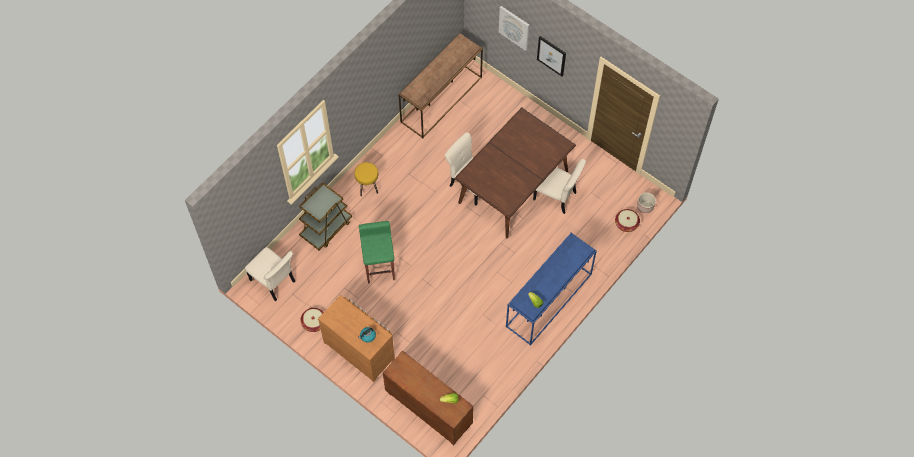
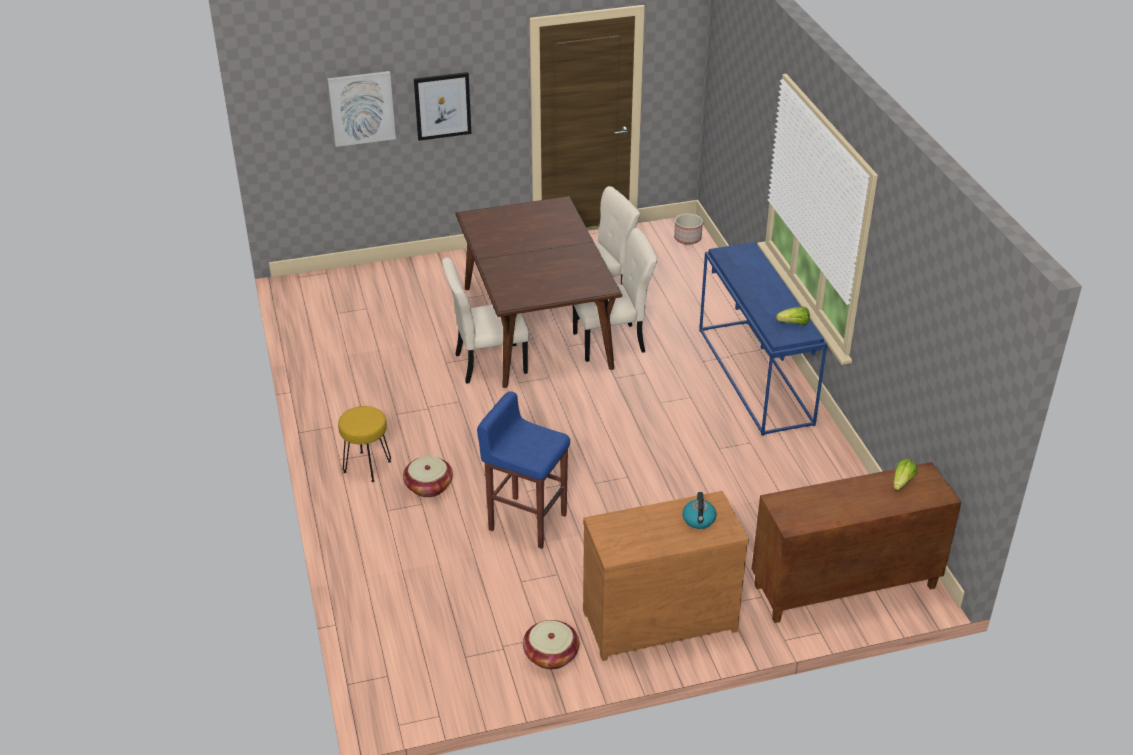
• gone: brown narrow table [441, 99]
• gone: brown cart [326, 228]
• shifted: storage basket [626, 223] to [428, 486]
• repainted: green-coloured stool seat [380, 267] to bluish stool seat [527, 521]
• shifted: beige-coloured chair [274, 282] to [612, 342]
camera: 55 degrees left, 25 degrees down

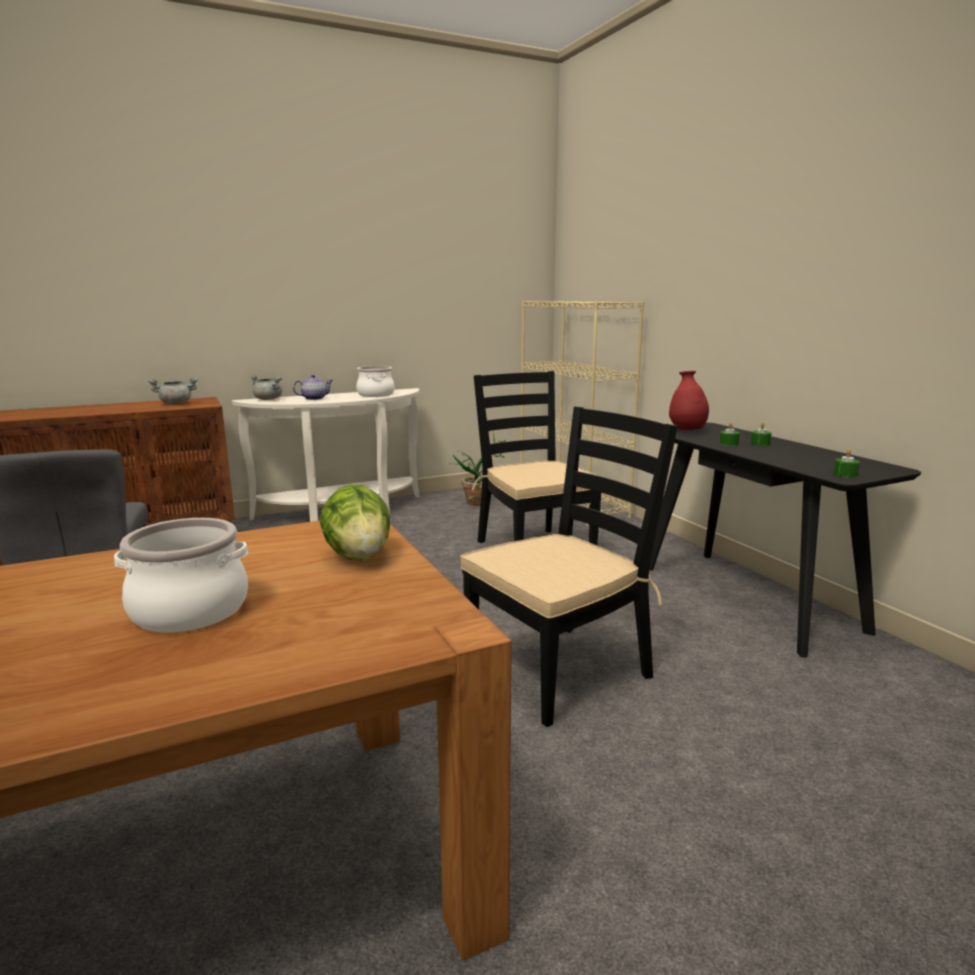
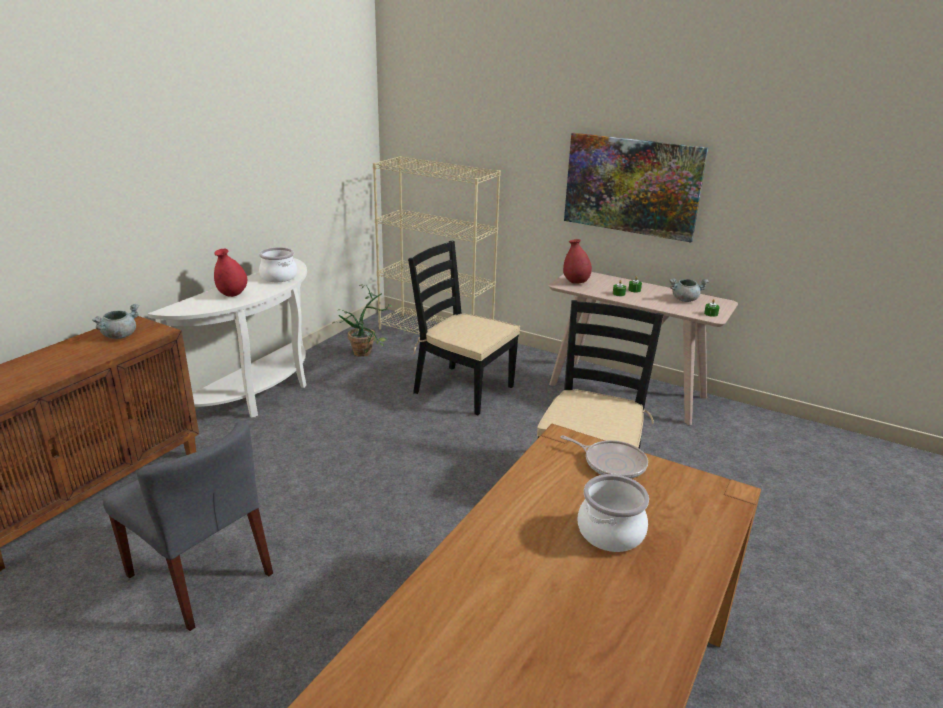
• shifted: gray saucepot [268, 399] to [685, 299]
• swapped: pot for tea [314, 398] to reddish decorative vase [232, 295]
• repainted: black narrow table [748, 597] to beige-coloured narrow table [627, 390]
• swapped: lettuce head [359, 556] to skillet [611, 463]
• new: picture [632, 186]
camera: 35 degrees left, 10 degrees up

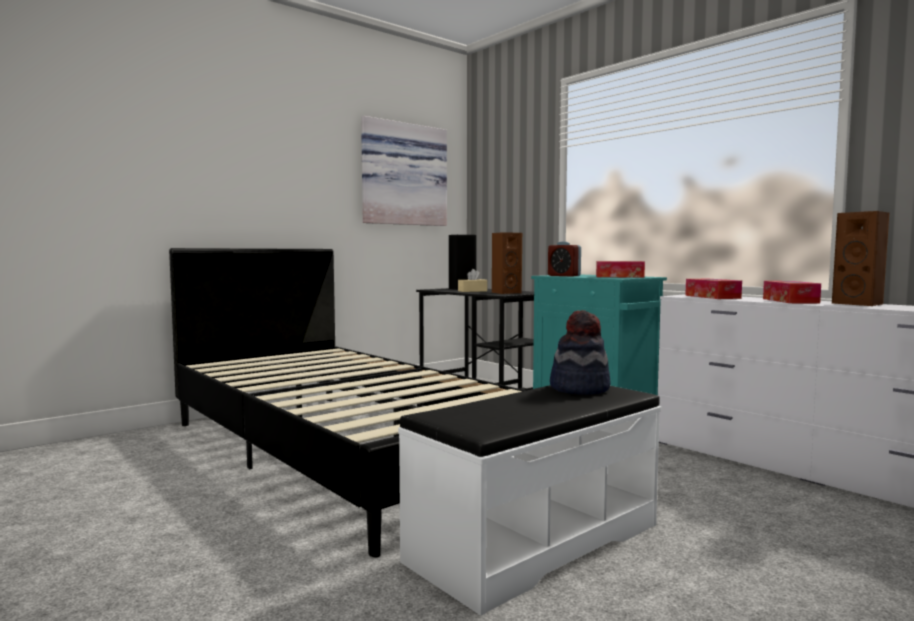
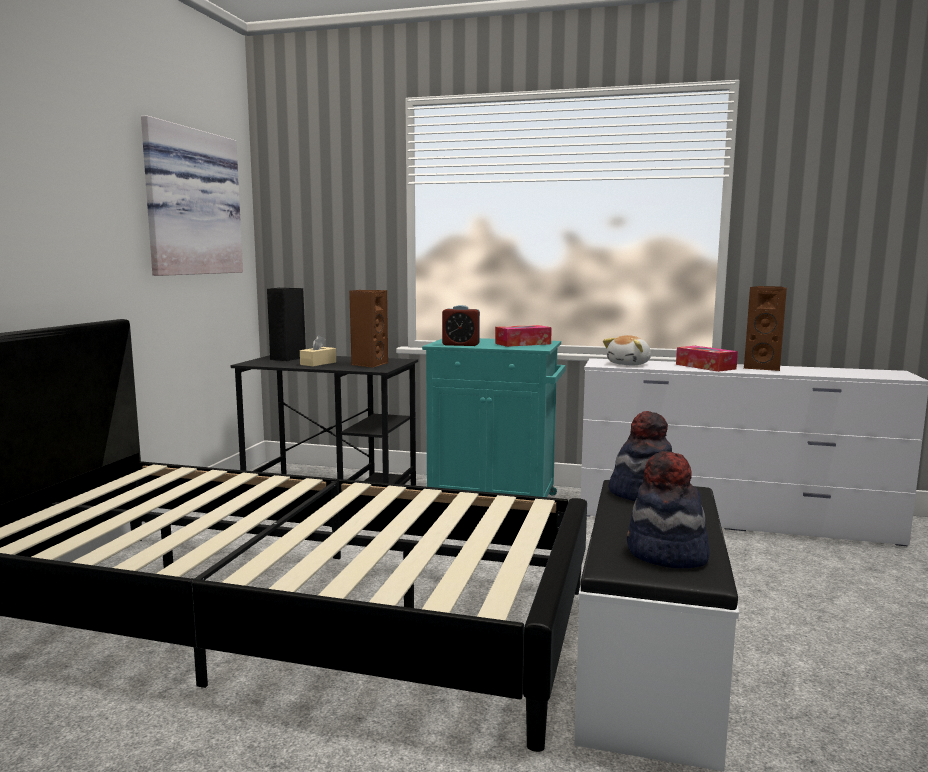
• swapped: tissue holder [712, 297] to soft toy [629, 364]
• new: clothing hat [666, 554]
camera: 35 degrees left, 5 degrees up

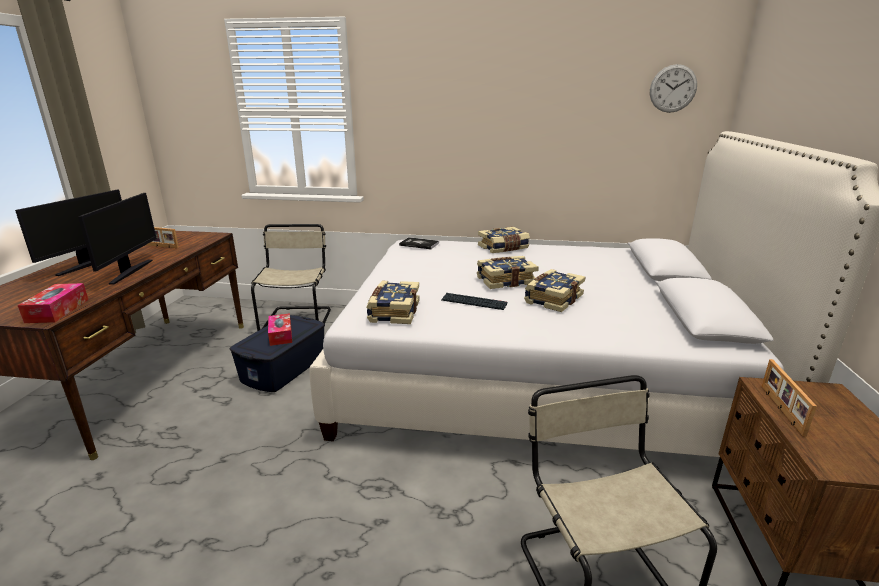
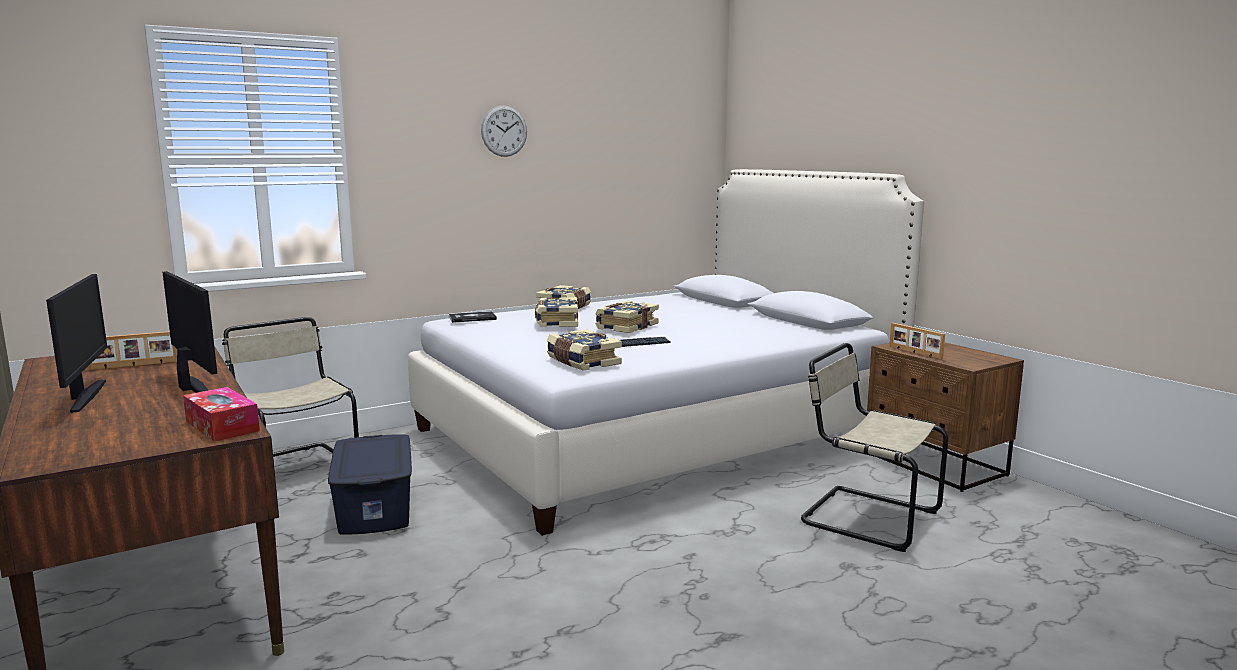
• shifted: hanging clock [673, 88] to [504, 131]
• shifted: book [552, 299] to [556, 322]
• gone: tissue holder [280, 335]
camera: 40 degrees left, 10 degrees down

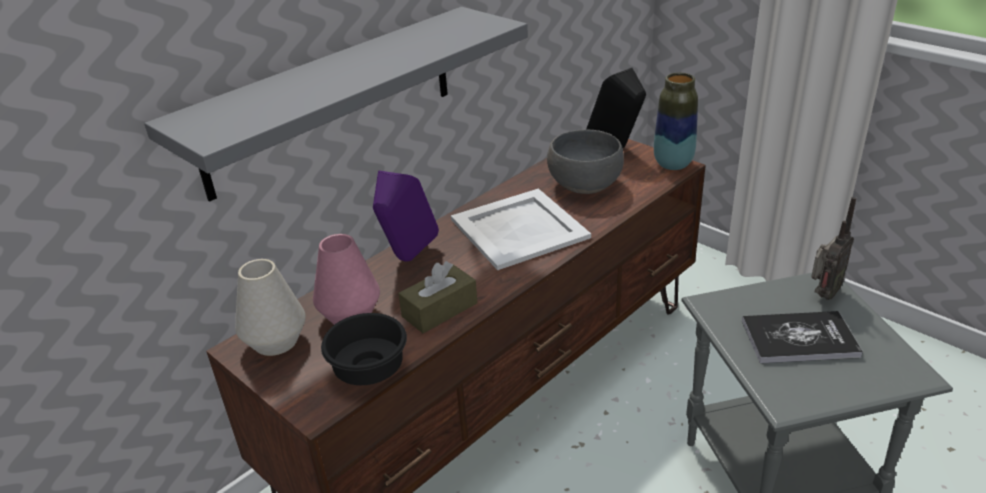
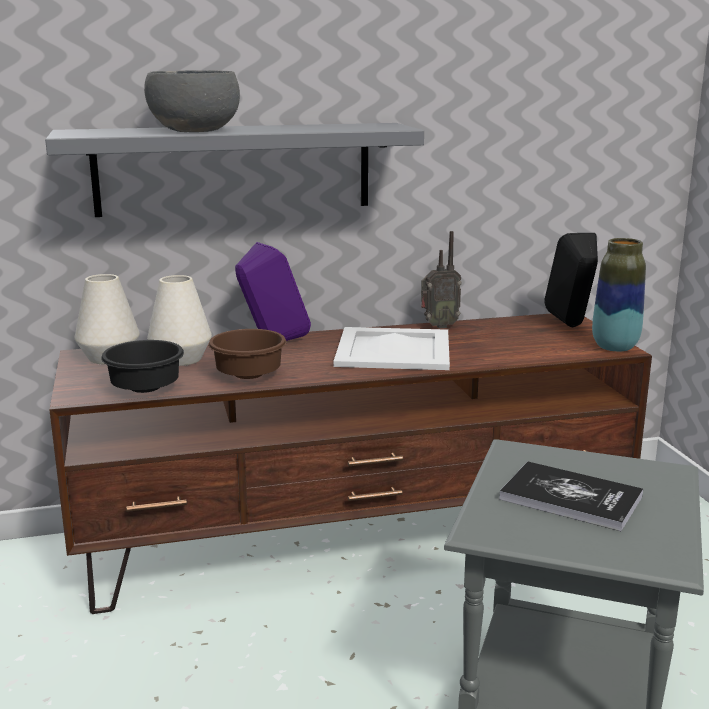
• shifted: gray deep dish [584, 184] to [195, 130]
• shifted: radio [822, 295] to [438, 326]
• repainted: pink-coloured decorative vase [350, 314] to white decorative vase [181, 359]
• swapped: brown tissue holder [439, 310] to brown deep dish [249, 374]
camera: 30 degrees right, 15 degrees down

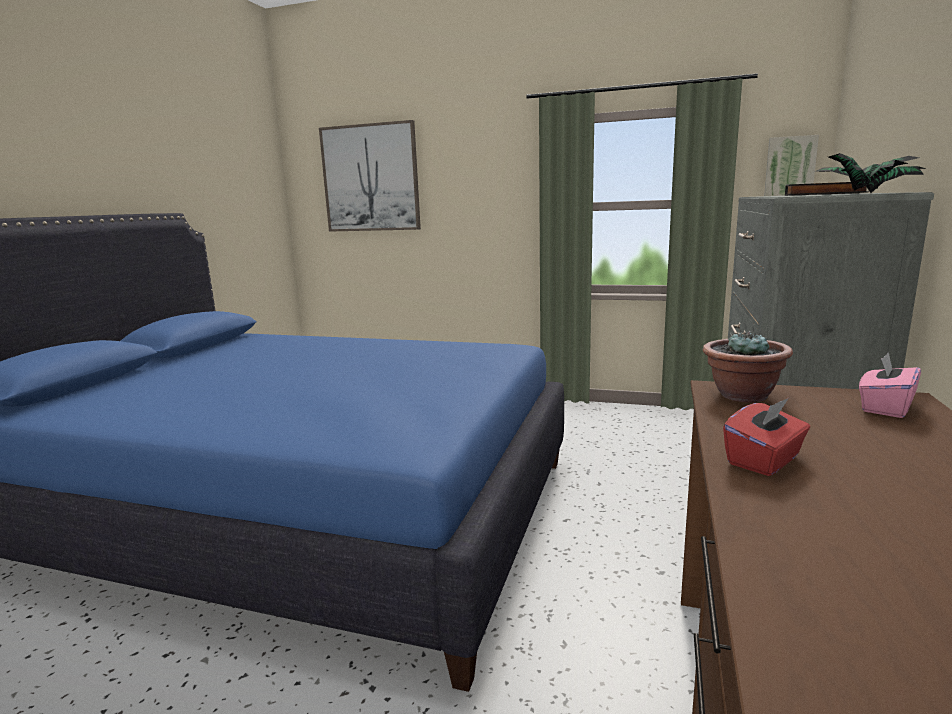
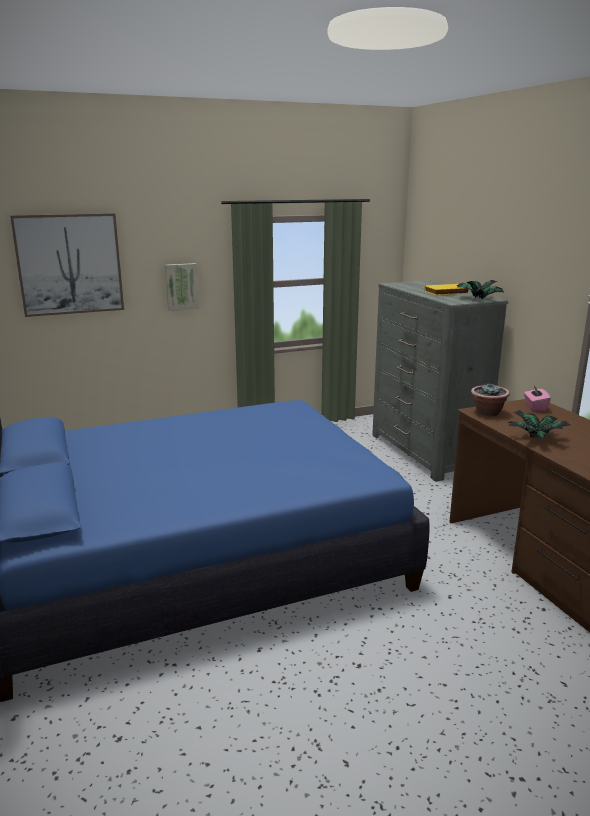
• shifted: picture [789, 170] to [181, 286]
• repainted: black book [823, 194] to yellowish book [446, 292]
• swapped: reddish tissue holder [764, 460] to plant in a pot [537, 439]
camera: 40 degrees left, 5 degrees up

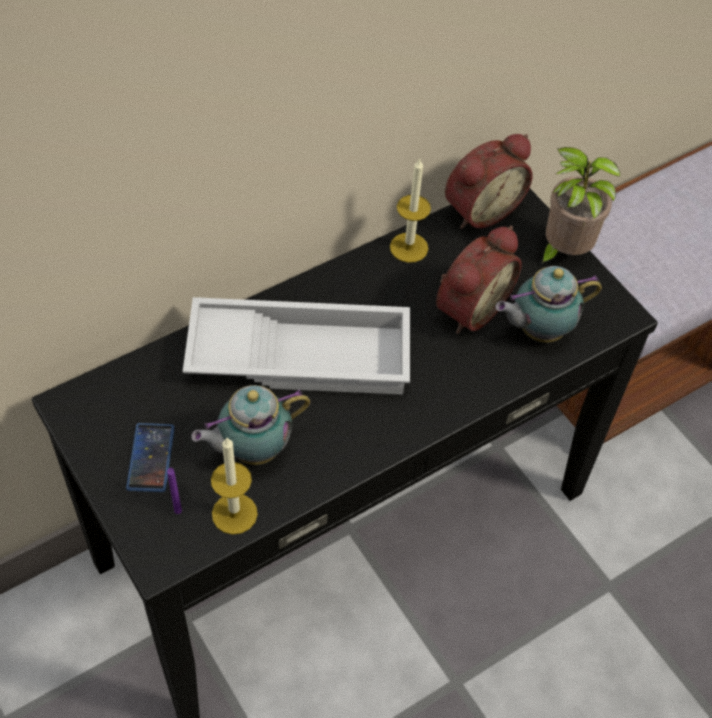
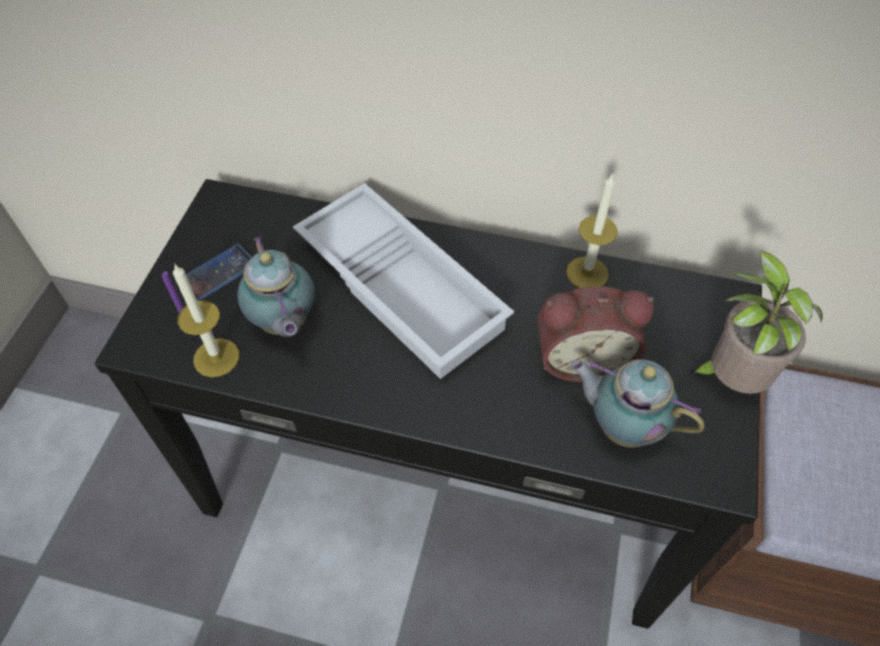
• gone: table clock [480, 209]
• rotated: pot for tea [252, 449] = [284, 324] 135 degrees counterclockwise
camera: 50 degrees right, 0 degrees up

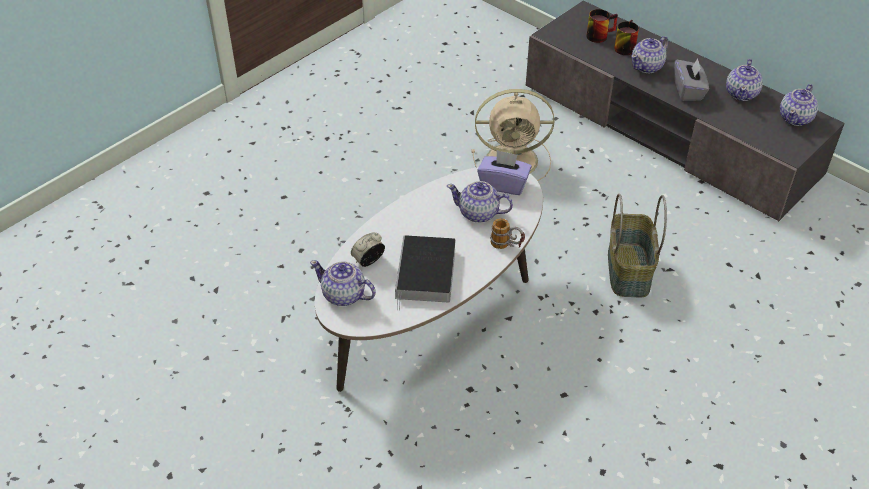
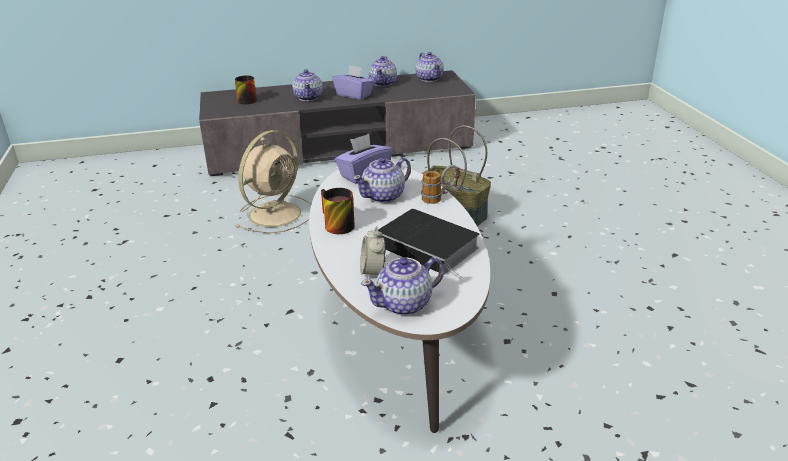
• shifted: mug [623, 46] to [334, 225]
• repainted: gray tissue holder [688, 90] to purple tissue holder [354, 95]
• rotated: pot for tea [742, 93] = [383, 83] 45 degrees clockwise
camera: 55 degrees left, 15 degrees down

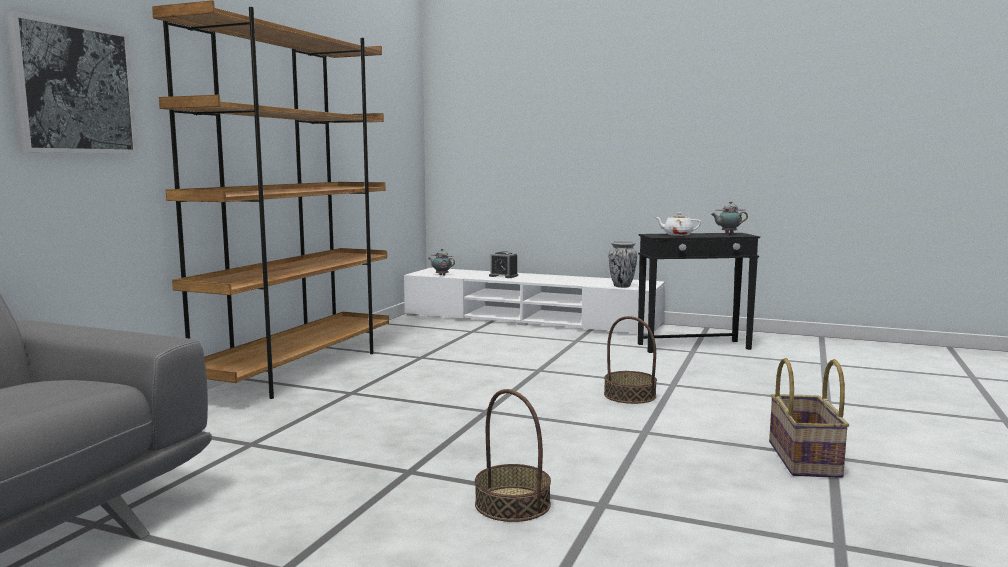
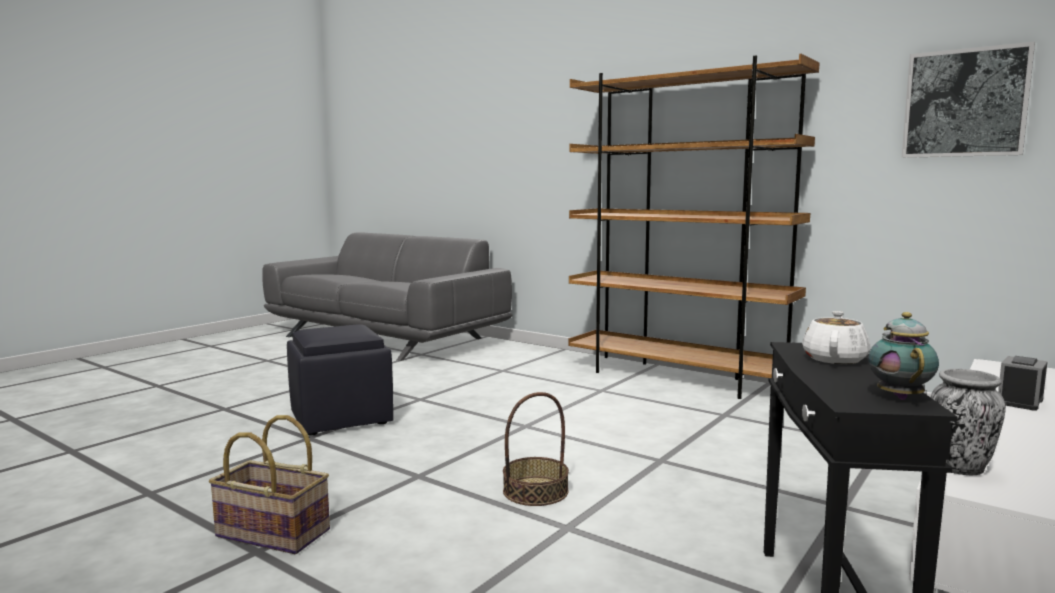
• shifted: picture [74, 89] to [965, 103]
• gone: pot for tea [441, 275]
• swapped: storage basket [512, 504] to black ottoman [341, 417]
camera: 105 degrees right, 0 degrees up

